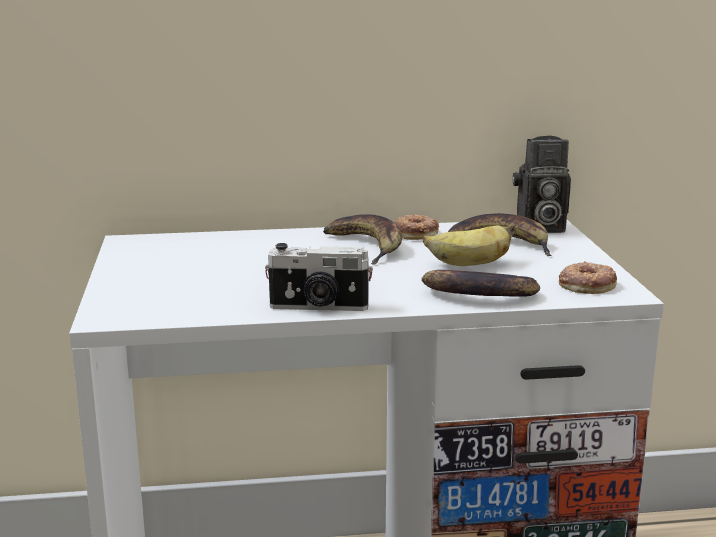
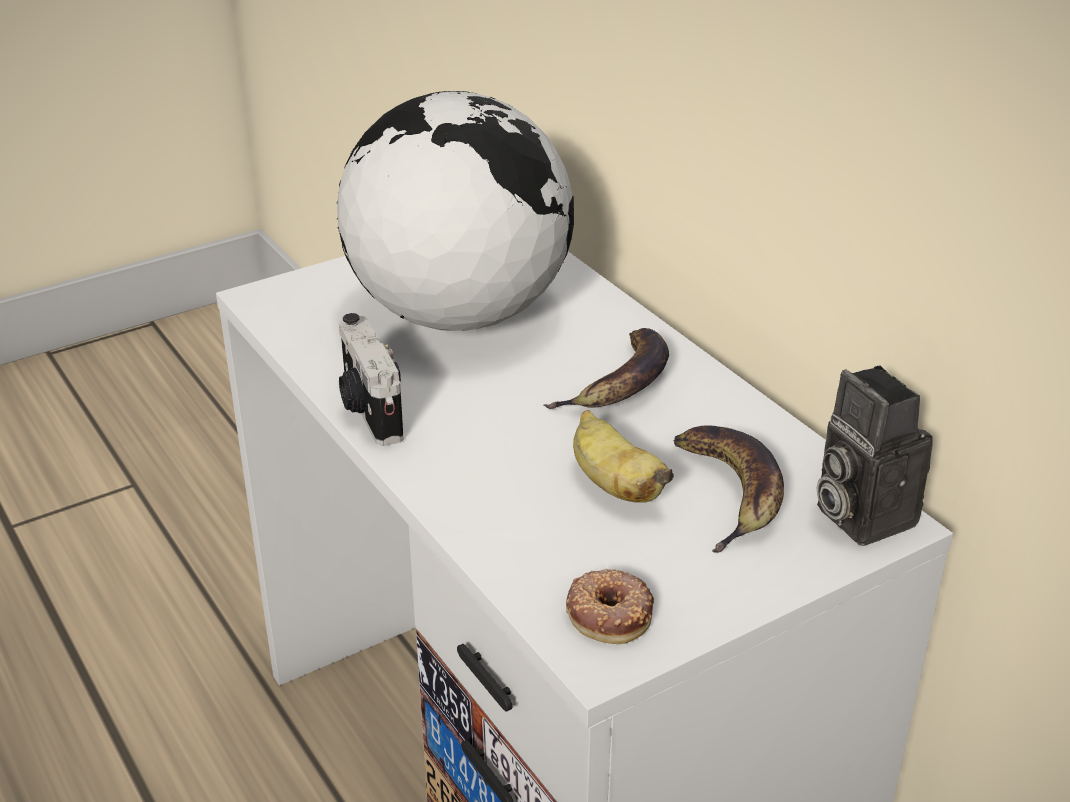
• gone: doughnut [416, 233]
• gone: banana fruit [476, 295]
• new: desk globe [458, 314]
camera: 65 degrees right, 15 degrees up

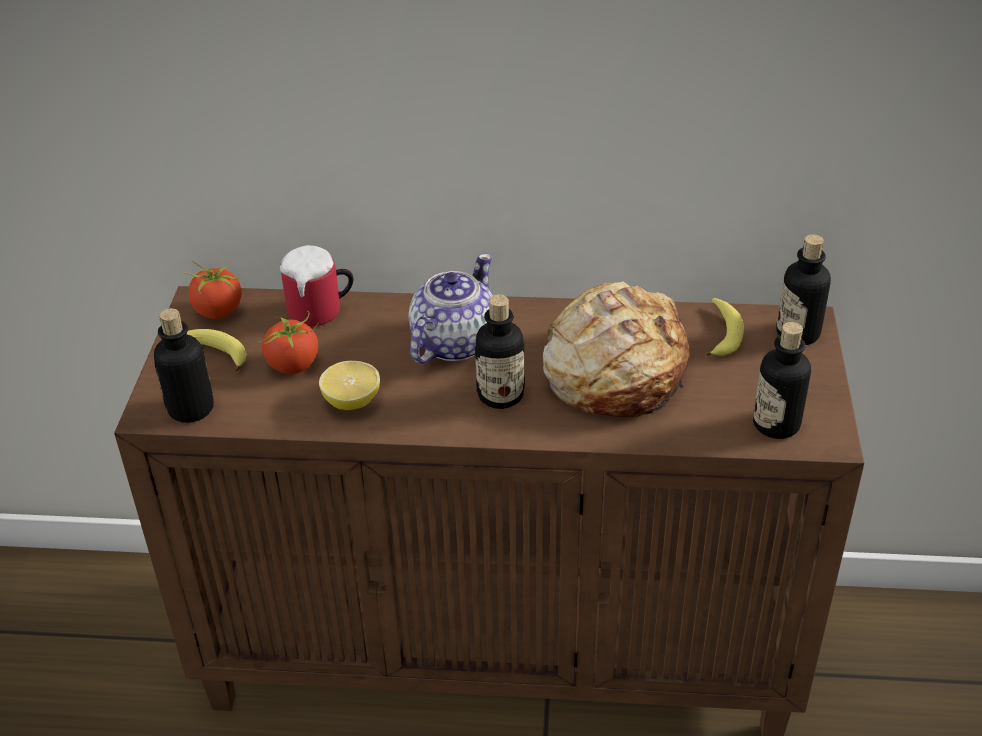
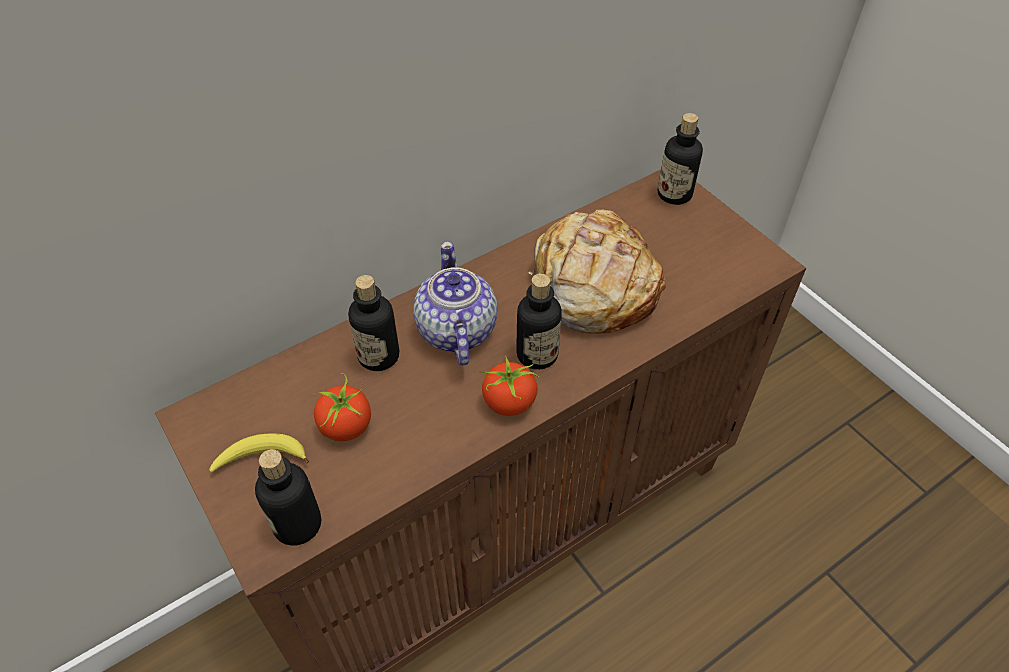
• gone: mug [322, 312]
• shifted: fresh tomato [218, 311] to [509, 403]
• gone: banana fruit [723, 334]
• shifted: beverage bottle [776, 424] to [378, 356]
• gone: lemon [352, 401]
camera: 40 degrees left, 10 degrees up

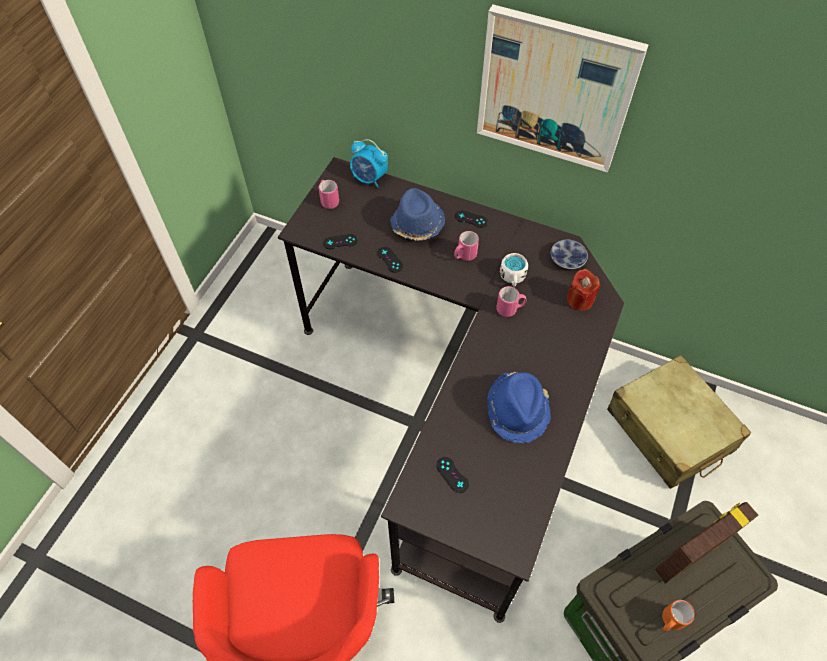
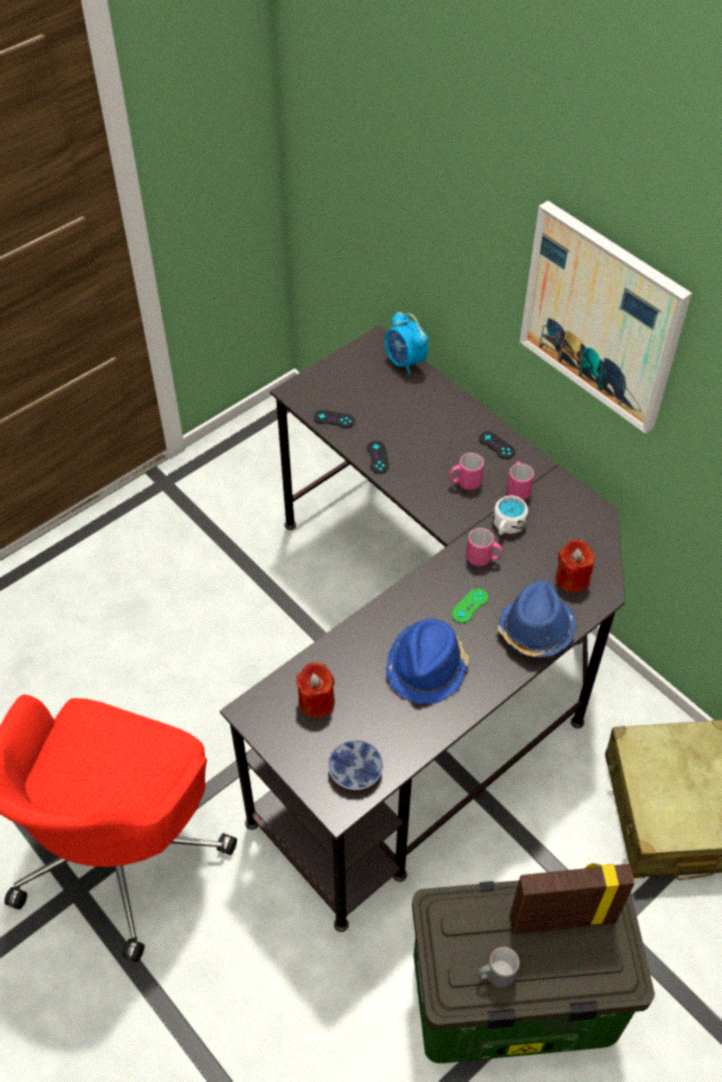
• shifted: pink-coloured mug [328, 200] to [517, 489]
• shifted: bluish clothing hat [417, 224] to [535, 630]
• shifted: deep dish [567, 260] to [354, 772]
• swapped: black game controller [452, 475] to reddish wax light [316, 702]
• repainted: orange mug [670, 621] to gray mug [495, 975]
• new: green-coloured game controller [469, 606]
camera: 25 degrees right, 5 degrees down

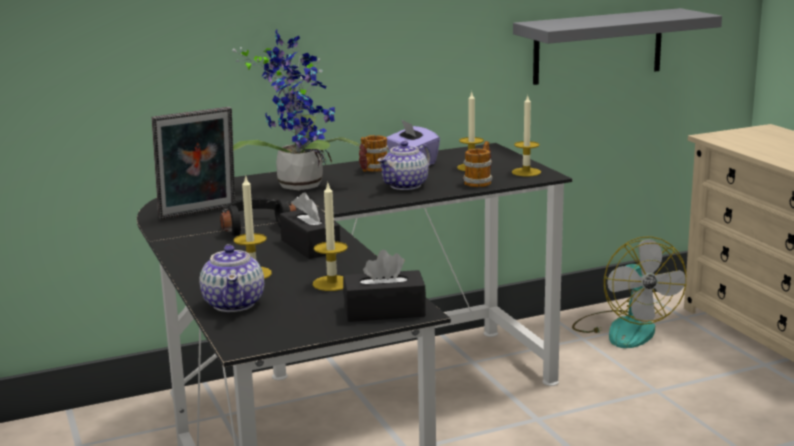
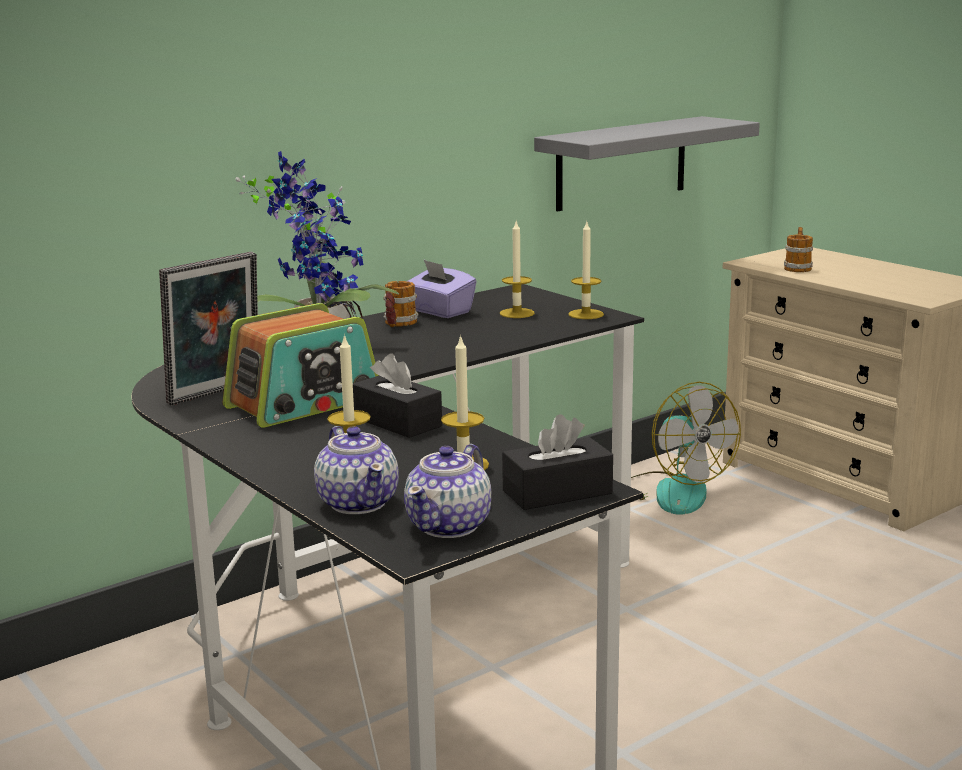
• shifted: pot for tea [406, 185] to [450, 525]
• shifted: mug [480, 182] to [797, 267]
• swapped: black headset [255, 226] to radio [304, 403]
camera: 15 degrees left, 0 degrees up

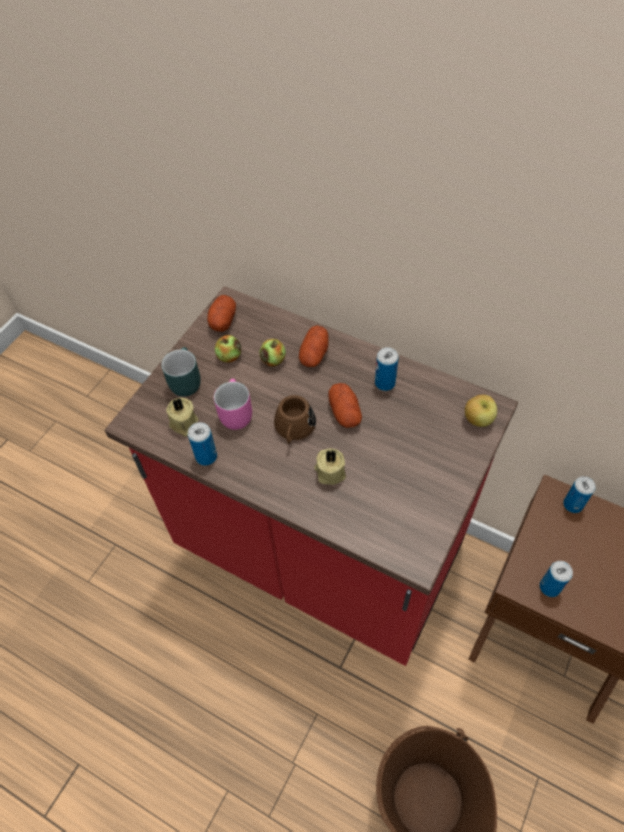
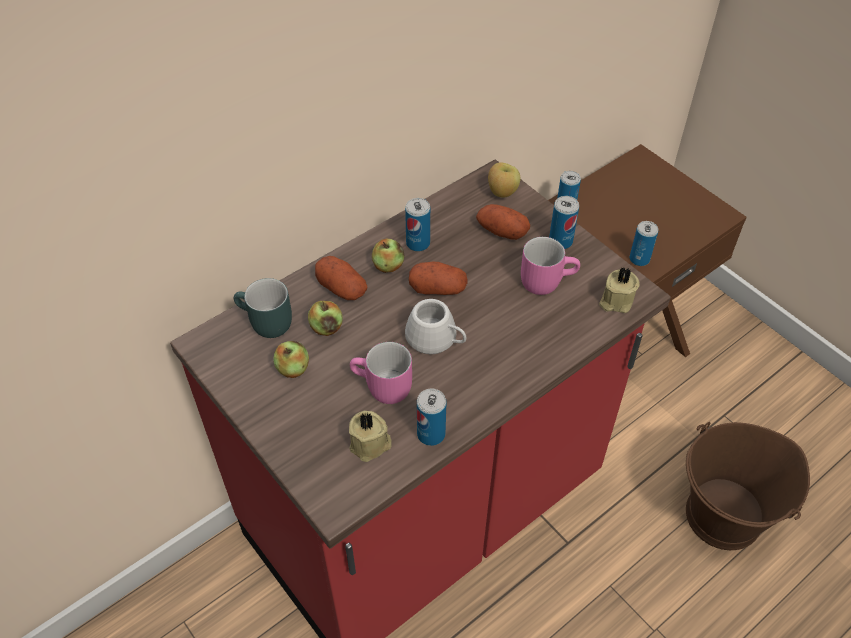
• shifted: potato [223, 320] to [501, 231]
• shifted: blue-green mug [183, 381] to [264, 324]
• repainted: brown mug [294, 429] to white mug [436, 339]
• shifted: beige-coloured wax light [329, 472] to [615, 301]
• new: sealed can [560, 241]
• new: pink-coloured mug [546, 279]
• new: apple fruit [388, 265]
camera: 70 degrees left, 5 degrees down

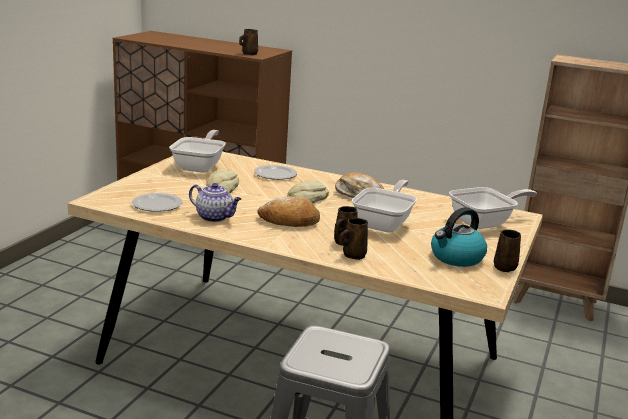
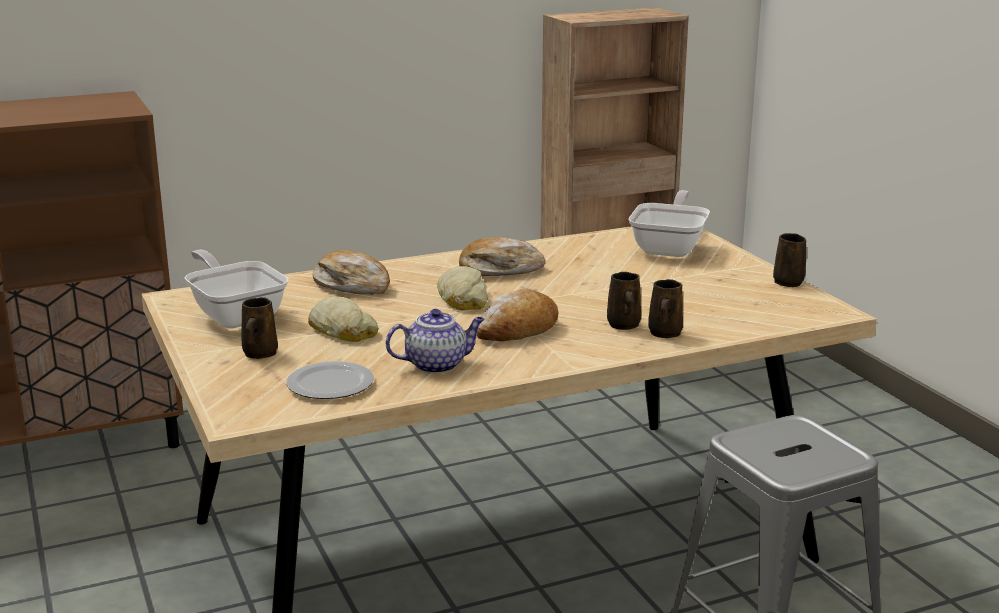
• shifted: brown mug [249, 54] to [259, 354]
• swapped: plate [276, 174] to bread [352, 285]
• gone: skillet [385, 223]
• gone: water kettle [456, 258]
camera: 45 degrees left, 0 degrees up

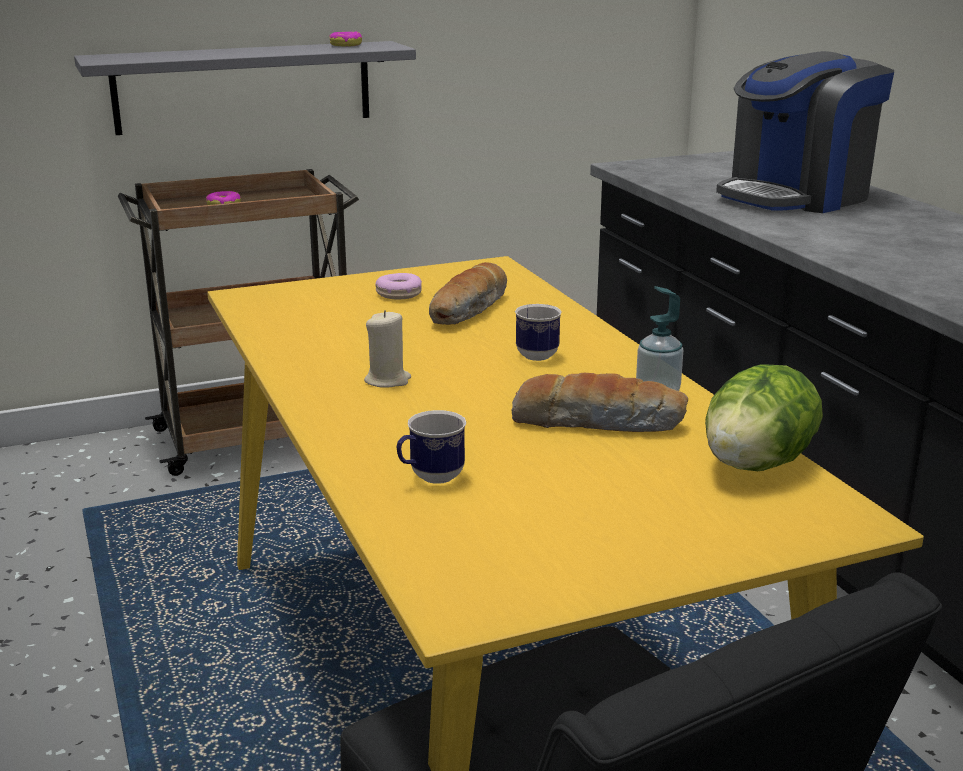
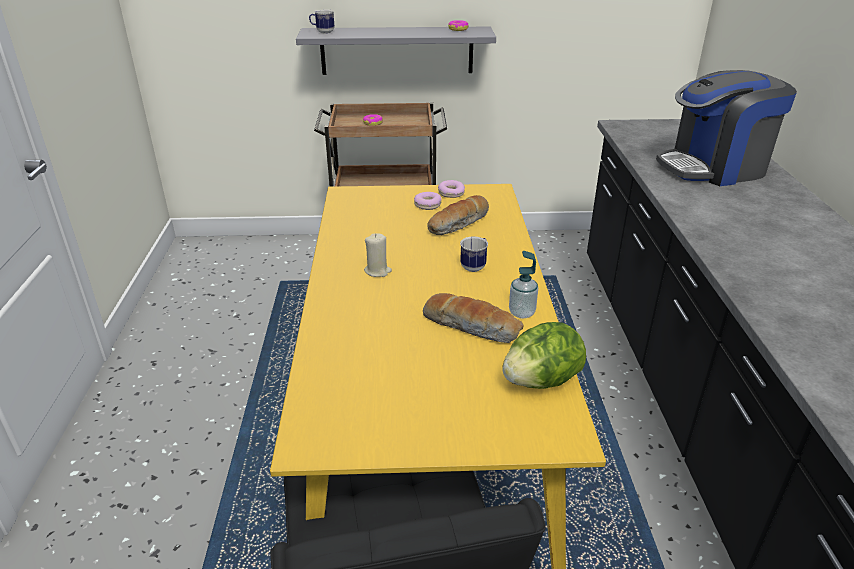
• shifted: mug [430, 478] to [322, 32]
• new: doughnut [451, 193]
camera: 20 degrees right, 10 degrees up

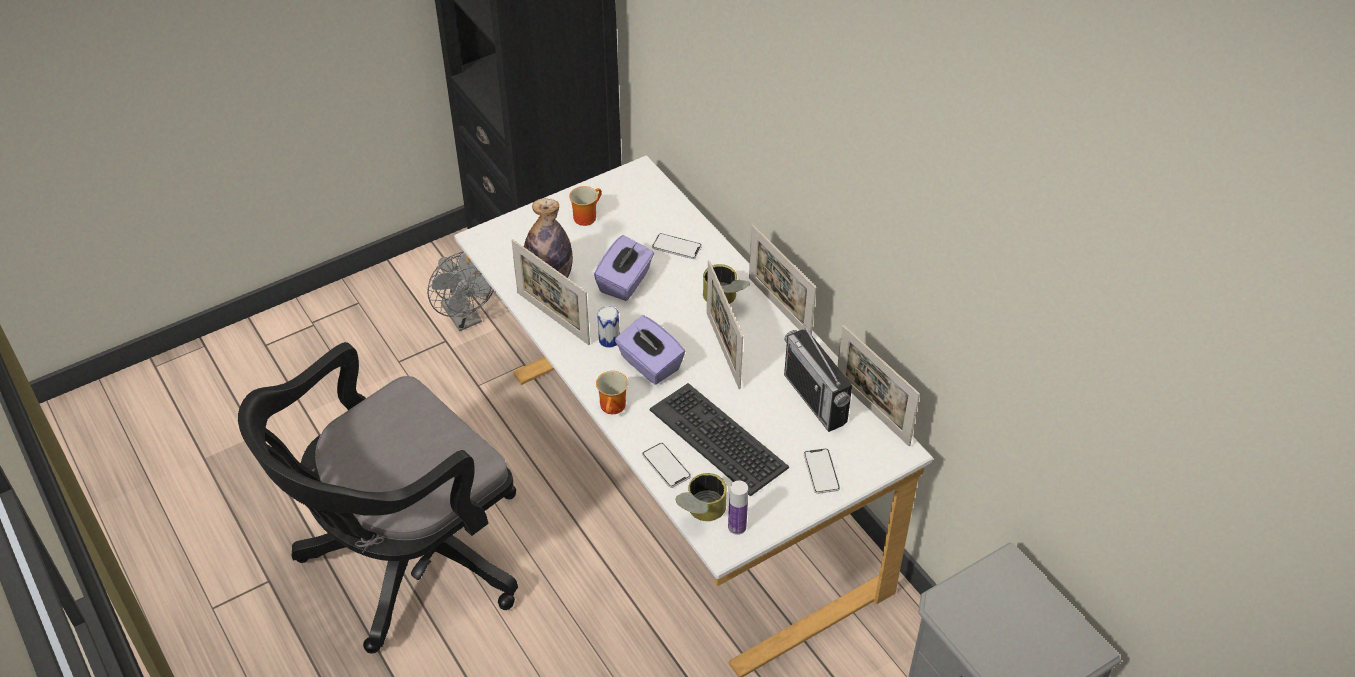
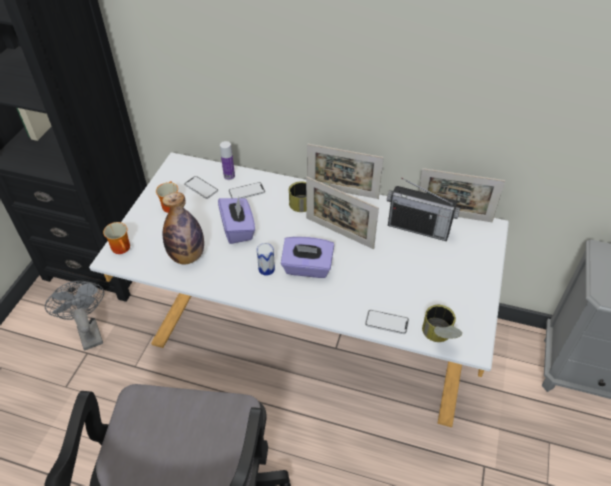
• gone: photo frame [553, 318]
• rotated: gray fan [465, 318] = [88, 331] 135 degrees counterclockwise
• shifted: mug [614, 407] to [123, 248]
• gone: keyboard [719, 438]
• shifted: phone [821, 471] to [201, 188]
• shifted: beverage bottle [737, 527] to [229, 176]
camera: 40 degrees left, 0 degrees up

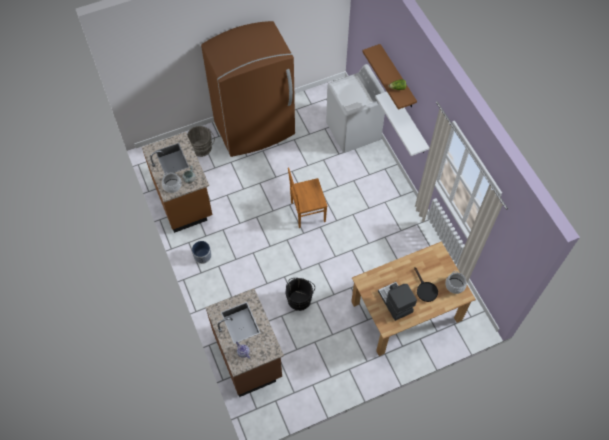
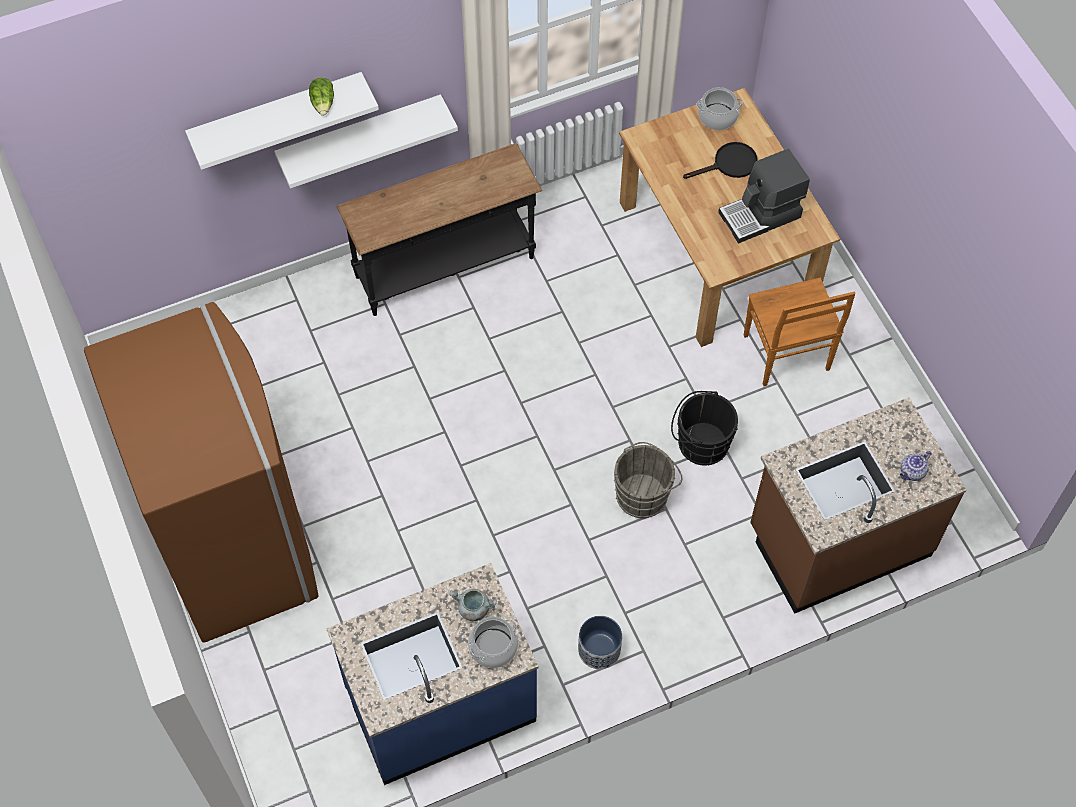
• repainted: brown wall shelf [397, 77] to white wall shelf [276, 113]
• gone: white washing machine [353, 131]
• shifted: gray bucket [202, 149] to [644, 494]
• repainted: brown kitchen counter [184, 199] to bluish kitchen counter [440, 704]
• shifted: brown chair [306, 212] to [787, 355]
• new: black narrow table [445, 268]
camera: 90 degrees left, 0 degrees up

